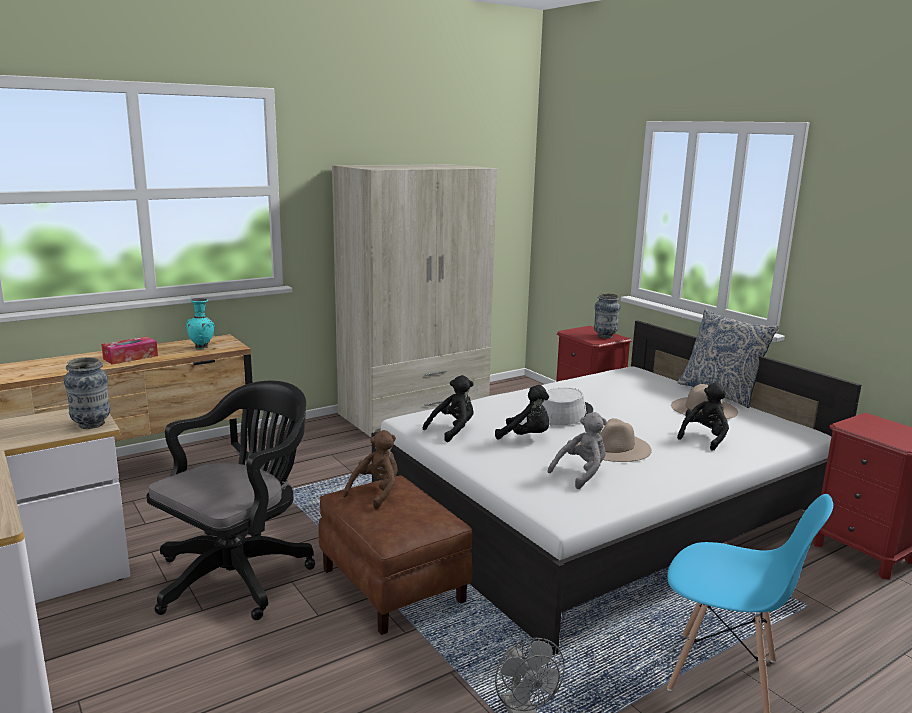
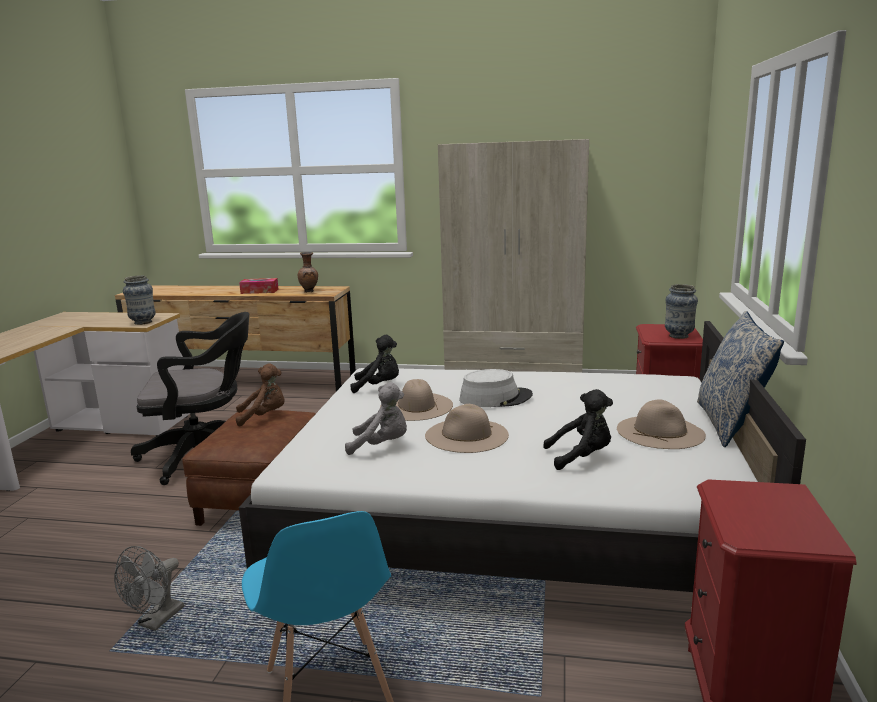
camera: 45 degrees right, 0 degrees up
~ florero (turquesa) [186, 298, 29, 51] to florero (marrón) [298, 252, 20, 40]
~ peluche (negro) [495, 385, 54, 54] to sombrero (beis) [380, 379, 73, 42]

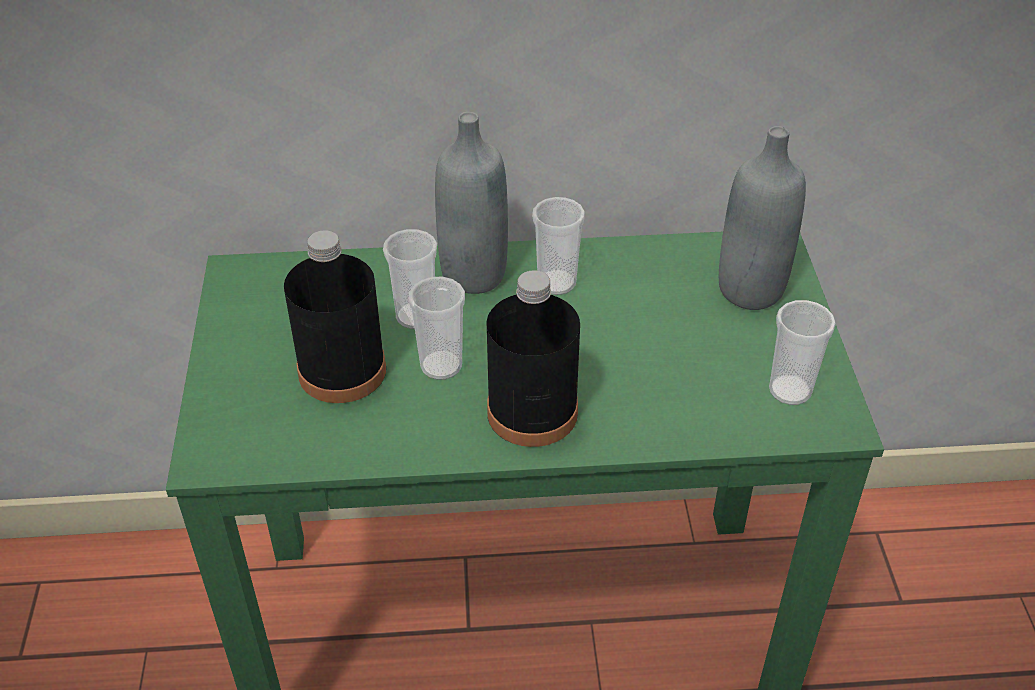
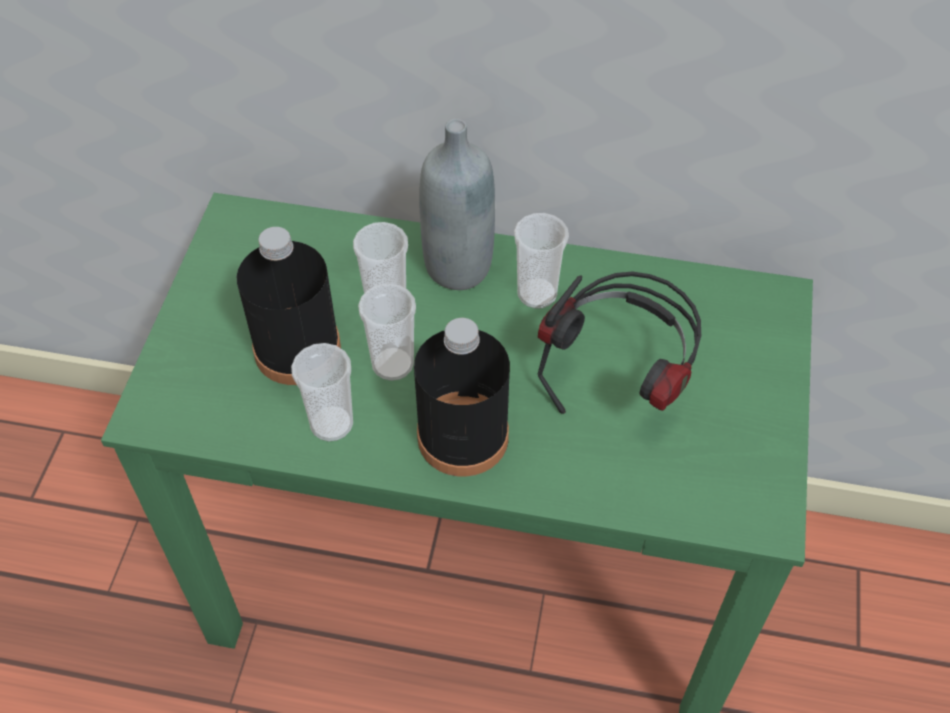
camera: 15 degrees right, 10 degrees up
- botella (gris) [719, 126, 87, 184]
~ taza [769, 300, 67, 105] to [291, 343, 62, 98]
+ auriculares [538, 272, 163, 142]

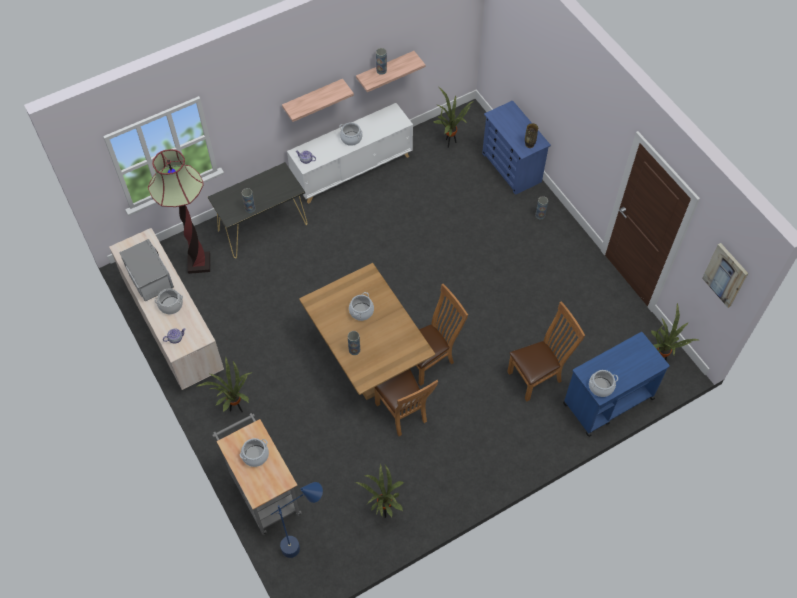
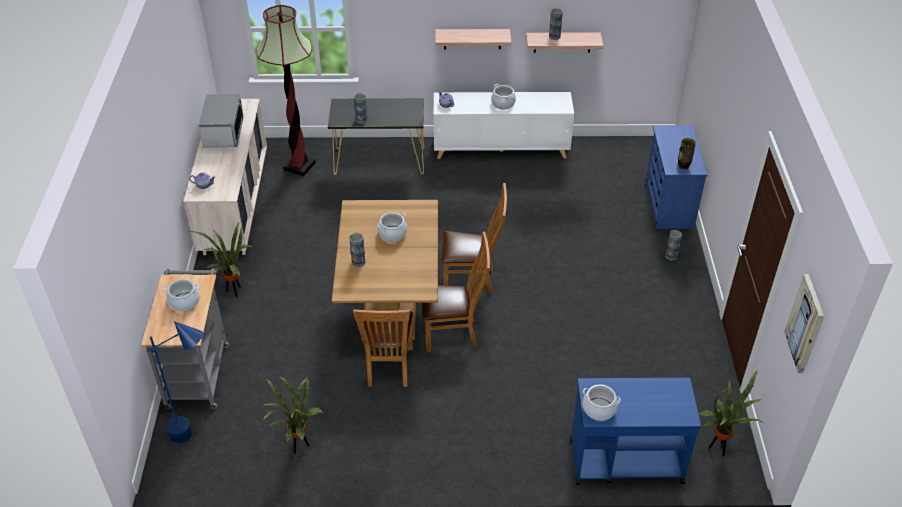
camera: 30 degrees right, 15 degrees down
- olla [154, 288, 29, 26]
- planta en maceta [433, 87, 41, 61]
~ silla (marrón) [507, 301, 78, 101] to [442, 183, 65, 111]

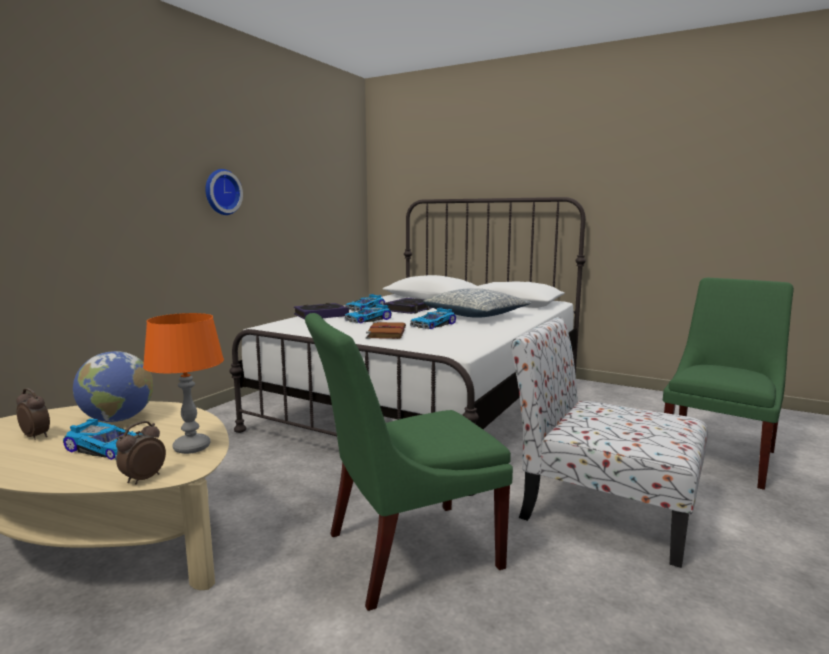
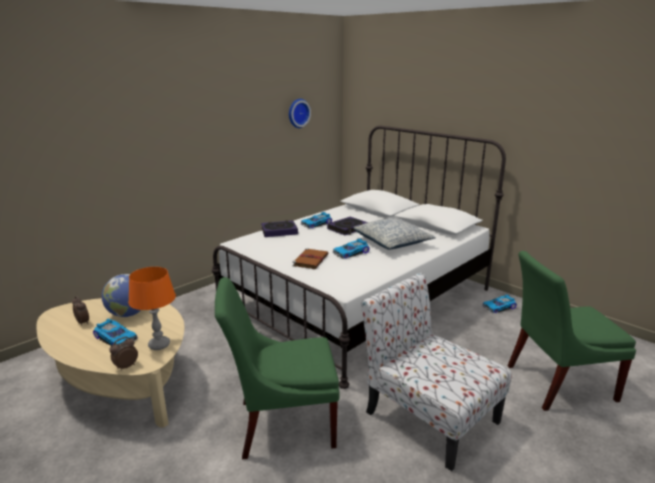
camera: 15 degrees right, 10 degrees up
~ reloj de pared [206, 169, 37, 46] to [289, 99, 22, 29]
~ coche de juguete [345, 304, 47, 19] to [482, 295, 35, 18]
~ silla (verde) [663, 278, 131, 212] = [507, 251, 129, 160] 150 degrees counterclockwise

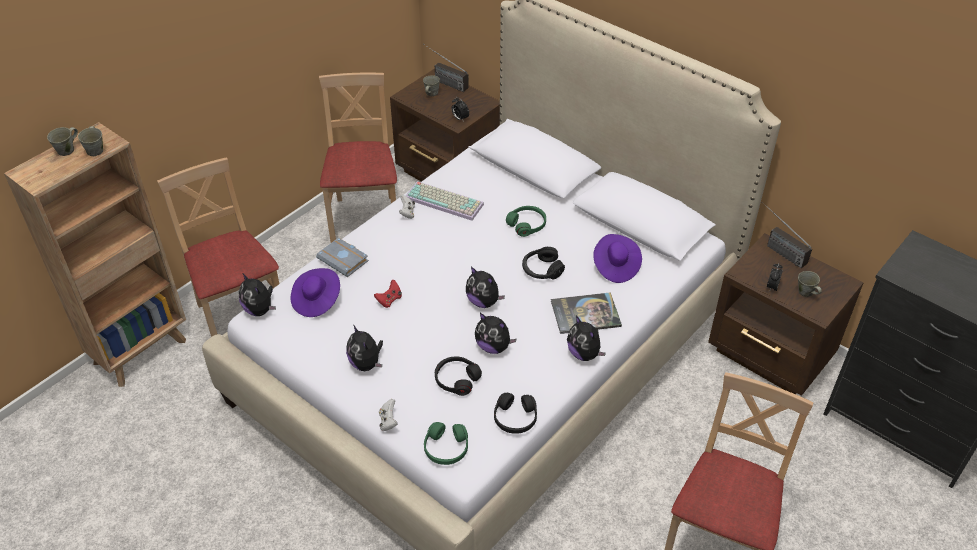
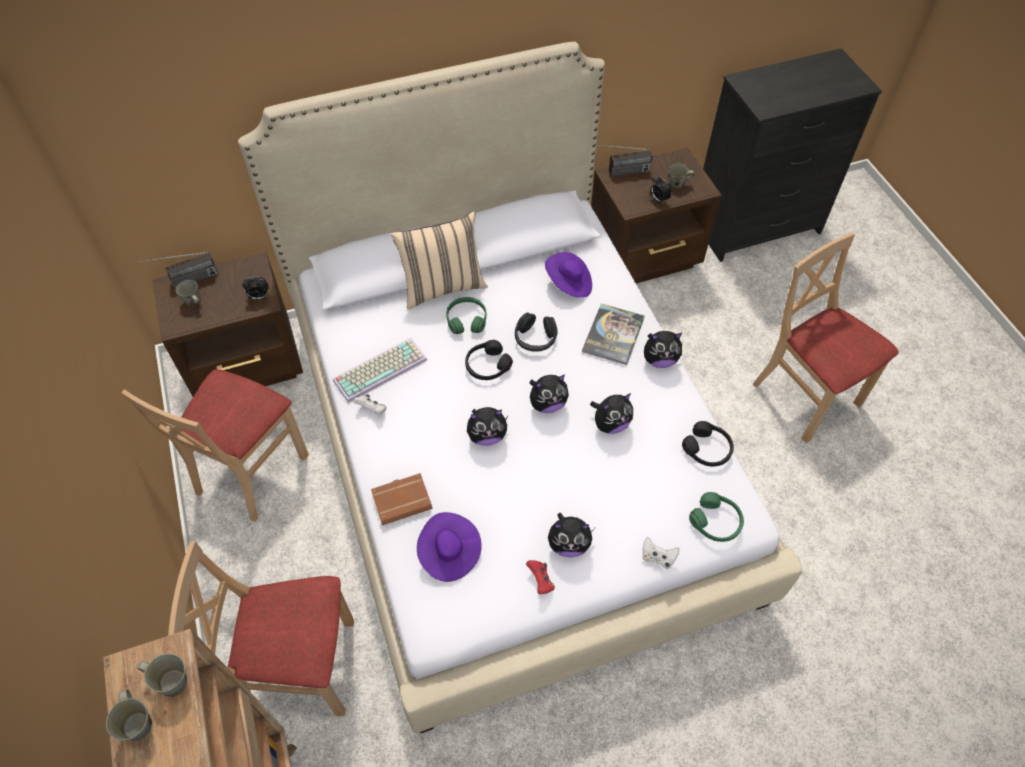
camera: 60 degrees left, 10 degrees up
~ peluche [239, 274, 37, 42] to [467, 407, 41, 39]
~ libro (gris) [316, 238, 53, 39] to libro (marrón) [371, 473, 62, 52]
~ silla (beis) [319, 73, 78, 170] = [121, 369, 188, 153] 90 degrees counterclockwise
~ mando de consola (rojo) [374, 280, 28, 28] to [526, 560, 29, 34]
~ auriculares (negro) [435, 357, 47, 39] to [465, 340, 48, 40]
+ cojín (beis) [391, 211, 97, 99]

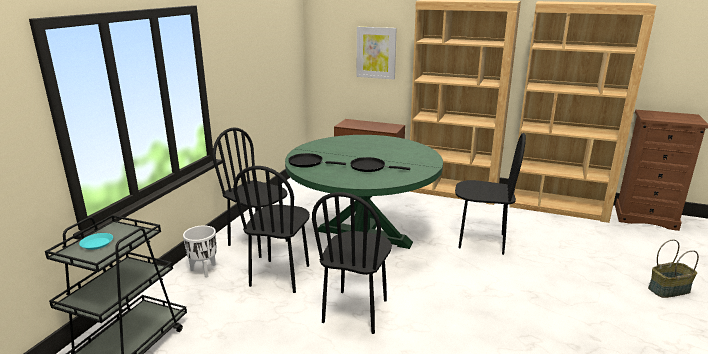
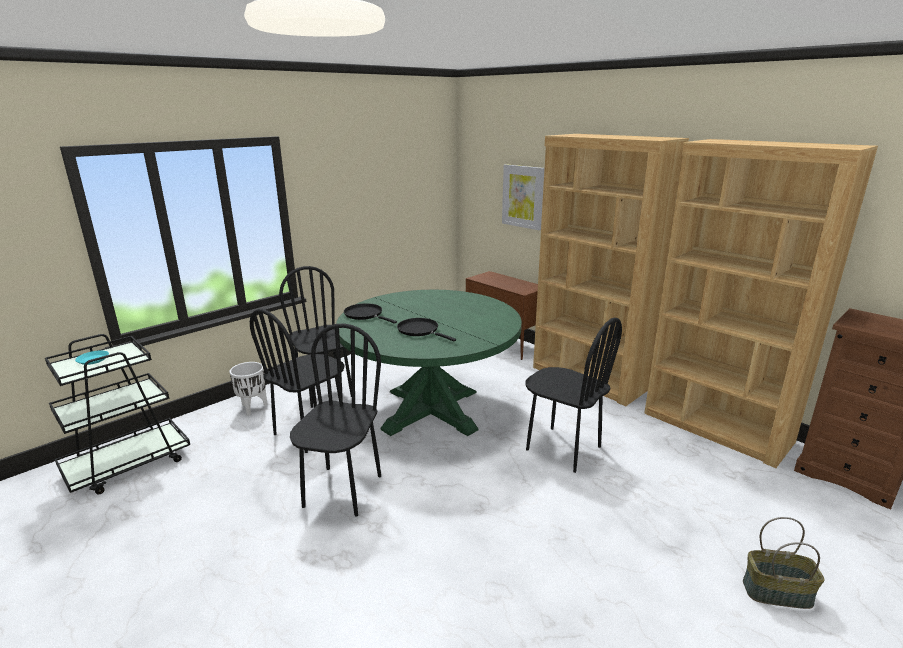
camera: 25 degrees right, 0 degrees up
~ silla (negro) [312, 192, 80, 142] = [290, 324, 91, 193] 150 degrees clockwise

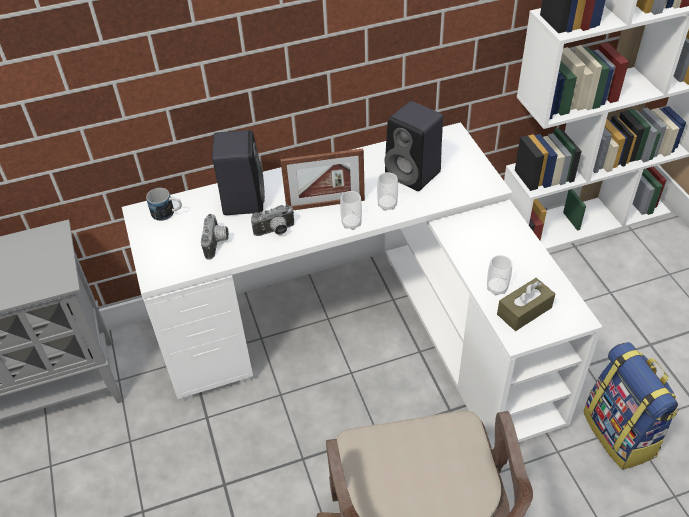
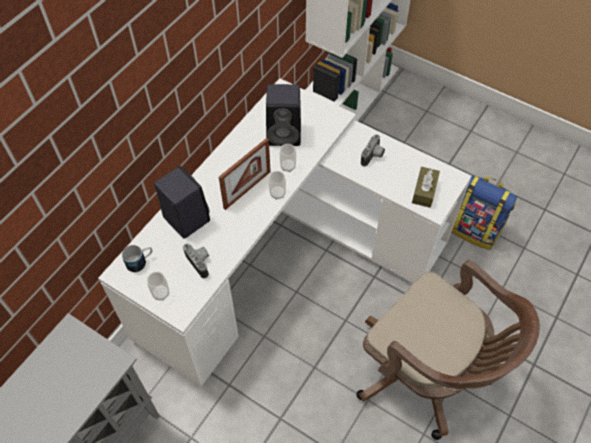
camera: 40 degrees left, 10 degrees up
~ cámara [251, 205, 43, 31] to [361, 135, 24, 31]
~ taza [487, 255, 25, 40] to [147, 272, 22, 29]

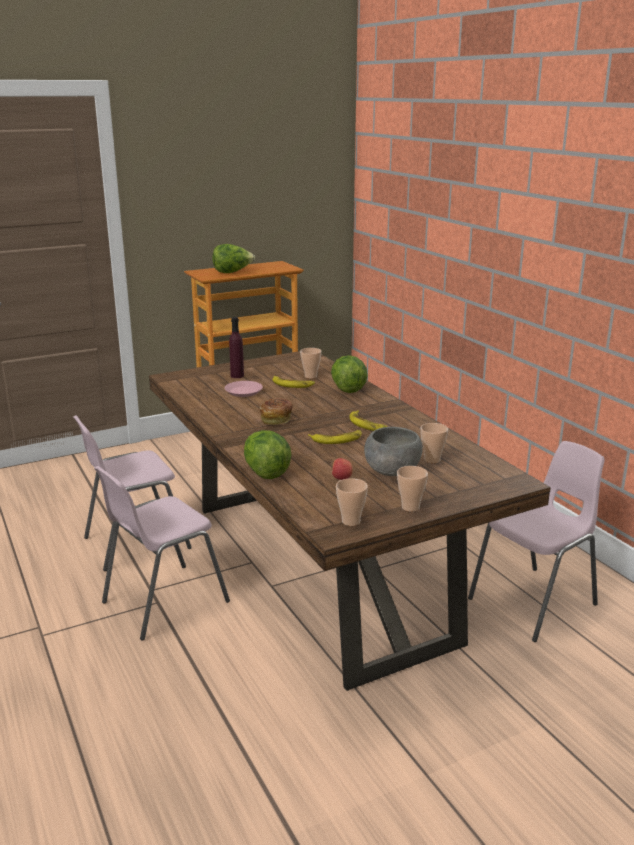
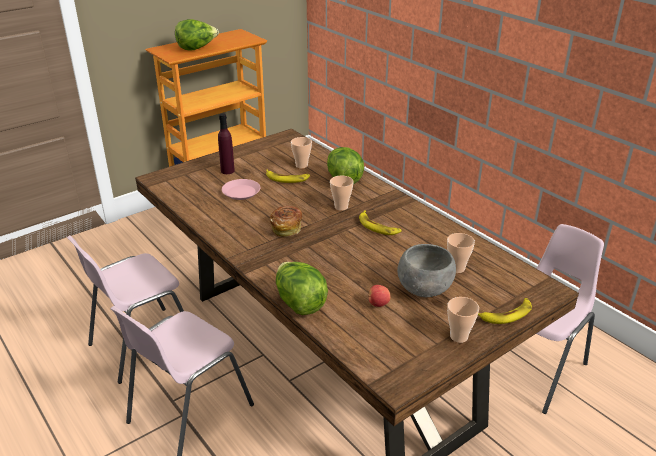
camera: 10 degrees left, 10 degrees up
~ plátano [308, 430, 54, 14] to [478, 298, 54, 26]
~ taza [336, 478, 32, 48] to [330, 175, 24, 36]

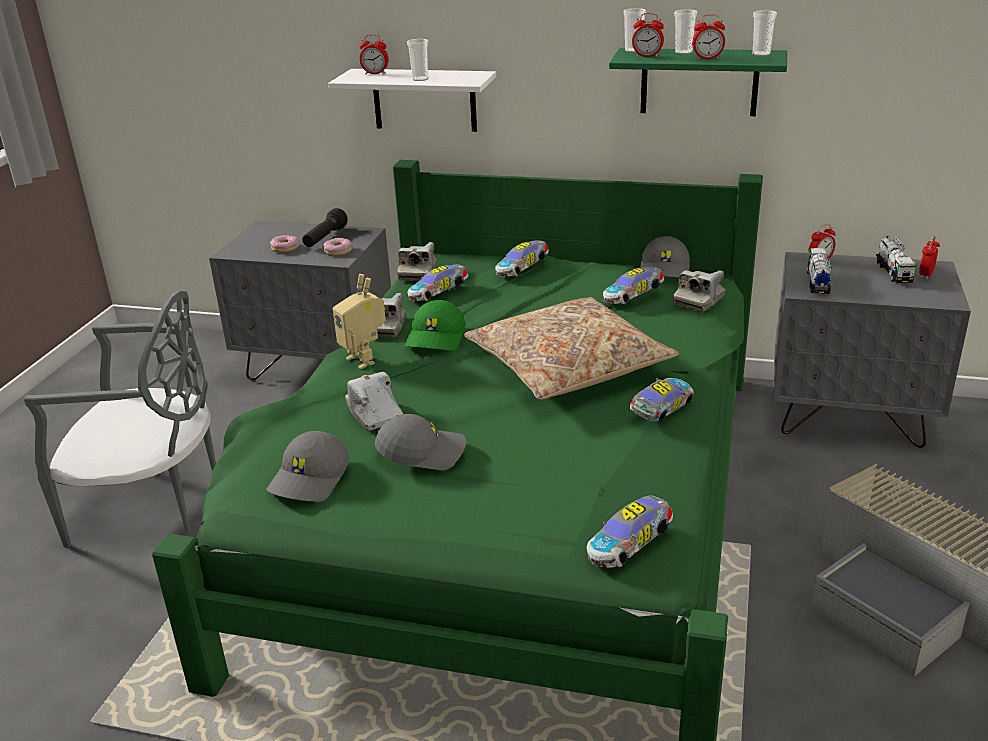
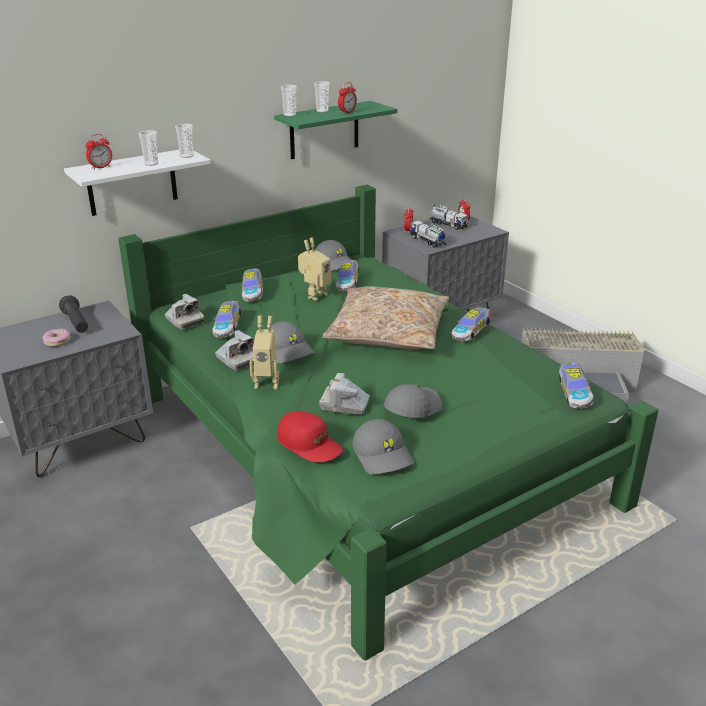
camera: 50 degrees left, 0 degrees up
- silla (gris) [24, 291, 192, 256]
- rosquilla [323, 238, 29, 18]
~ gorra (verde) [405, 300, 60, 51] to gorra (gris) [270, 321, 45, 42]
~ coche de juguete [629, 378, 65, 43] = [451, 307, 41, 34] 135 degrees counterclockwise
- despertador [632, 13, 32, 44]
- cámara [673, 270, 52, 42]
~ taza [752, 10, 25, 46] to [175, 124, 19, 34]
+ gorra (rojo) [277, 411, 66, 51]
+ robot de juguete [298, 237, 33, 64]

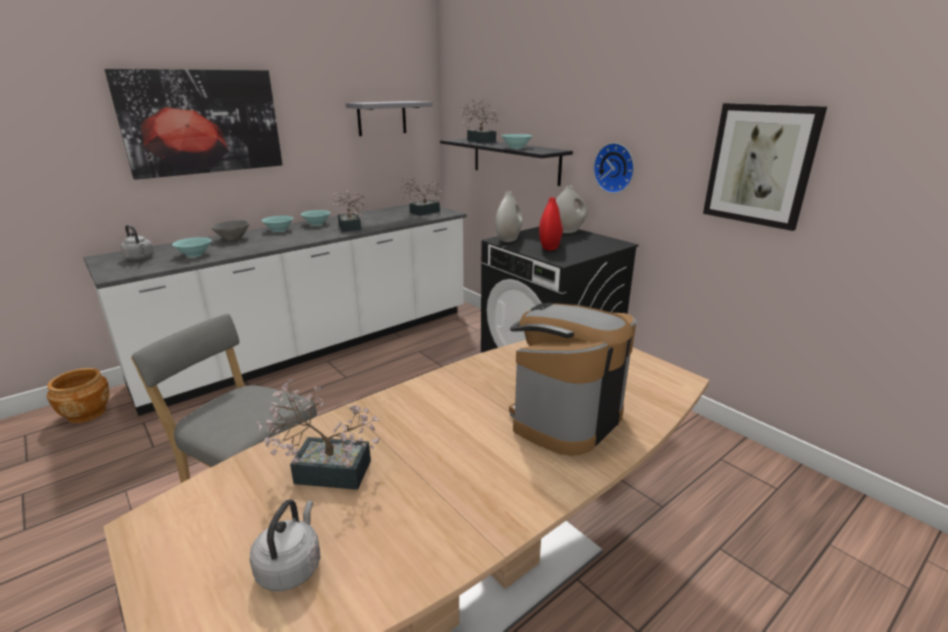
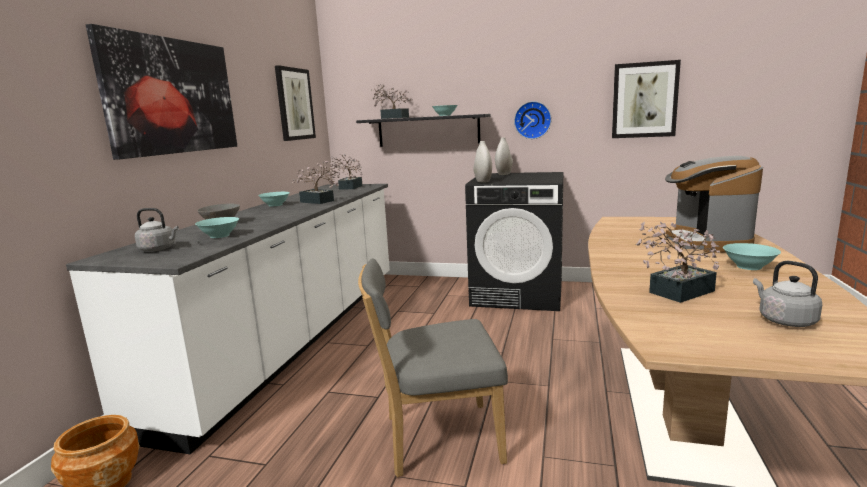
camera: 35 degrees left, 10 degrees down
~ cuenco (turquesa) [262, 216, 31, 16] to [723, 243, 58, 27]
~ estante (gris) [346, 101, 87, 35] to cuadro [275, 65, 41, 76]
- florero (rojo) [539, 197, 24, 53]

